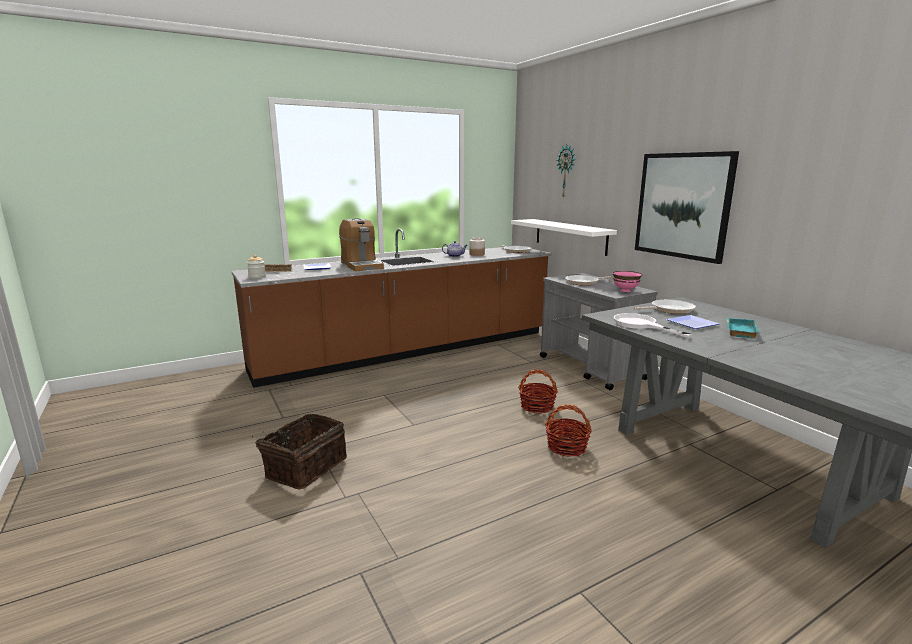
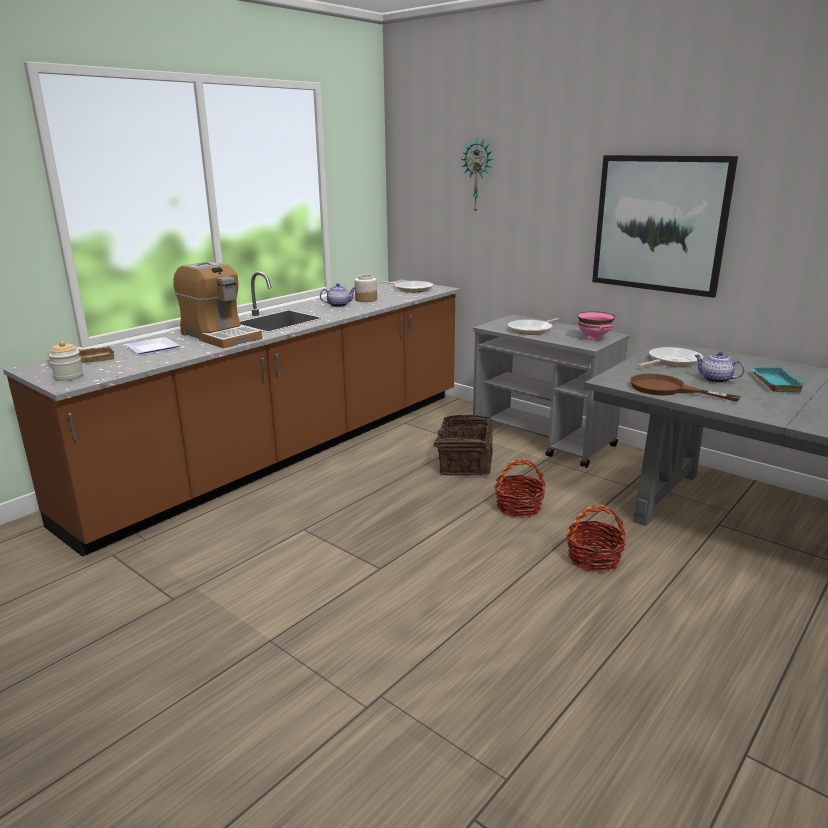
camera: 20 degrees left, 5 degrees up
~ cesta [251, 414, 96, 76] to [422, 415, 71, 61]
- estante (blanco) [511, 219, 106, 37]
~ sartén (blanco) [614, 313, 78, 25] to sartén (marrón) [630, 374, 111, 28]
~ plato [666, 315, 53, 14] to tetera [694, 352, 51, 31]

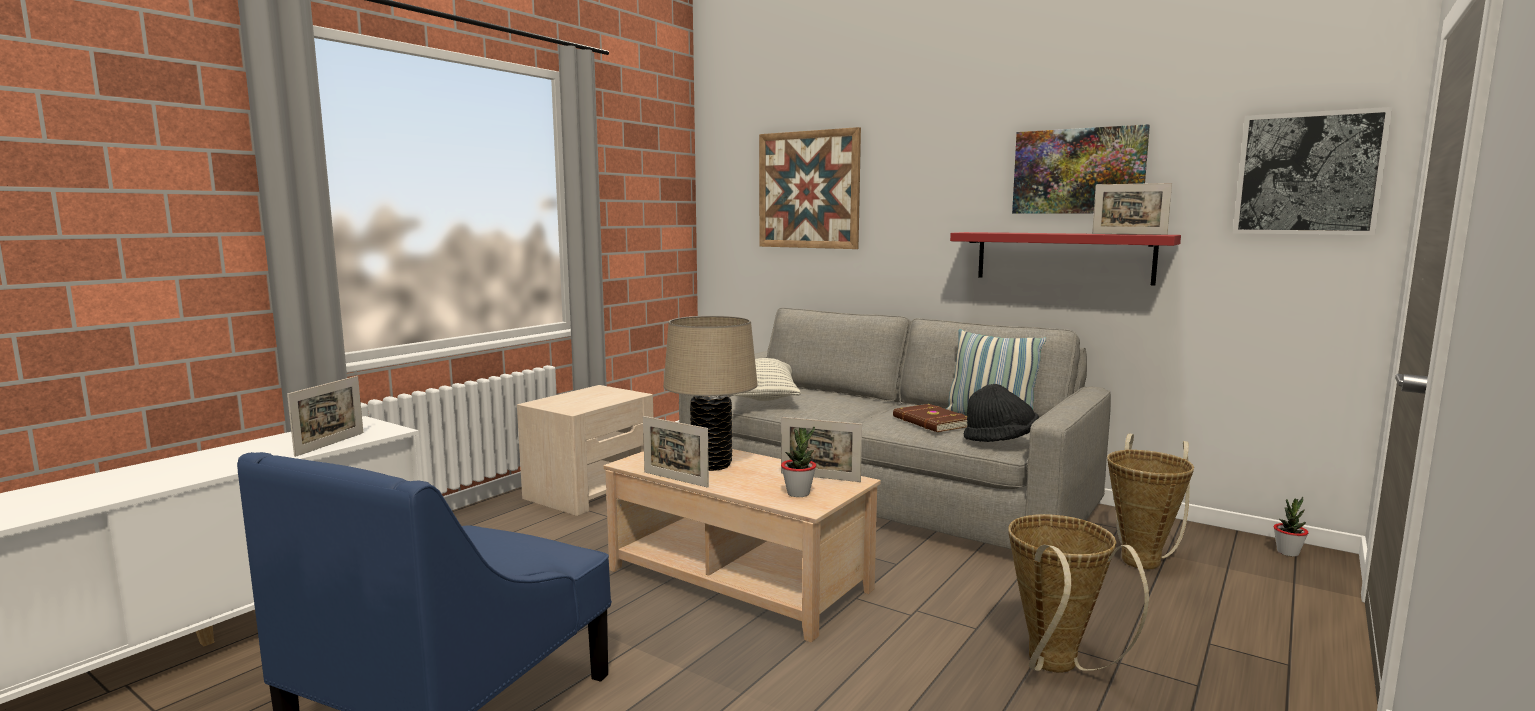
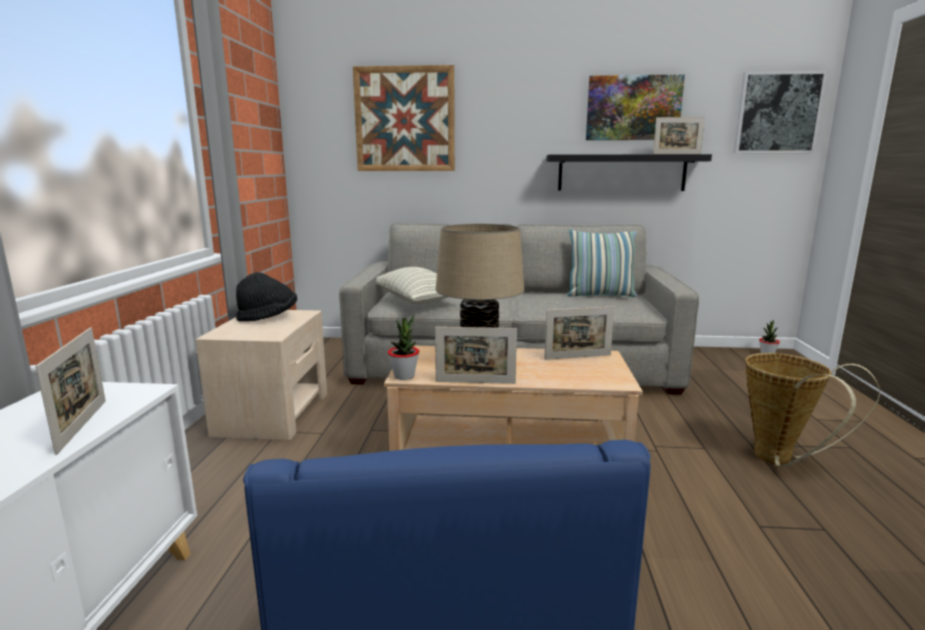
camera: 30 degrees left, 5 degrees up
~ planta en maceta [781, 427, 35, 70] to [388, 316, 31, 64]
- libro (marrón) [893, 404, 75, 28]
~ estante (rojo) [950, 232, 231, 53] to estante (negro) [546, 154, 166, 37]
~ sombrero (negro) [964, 384, 75, 58] to [236, 272, 61, 49]
- cesta [1107, 434, 87, 135]

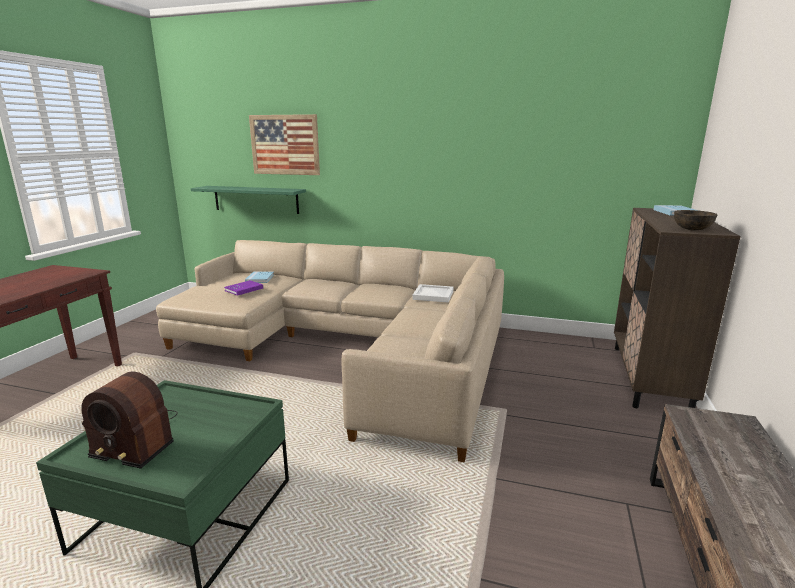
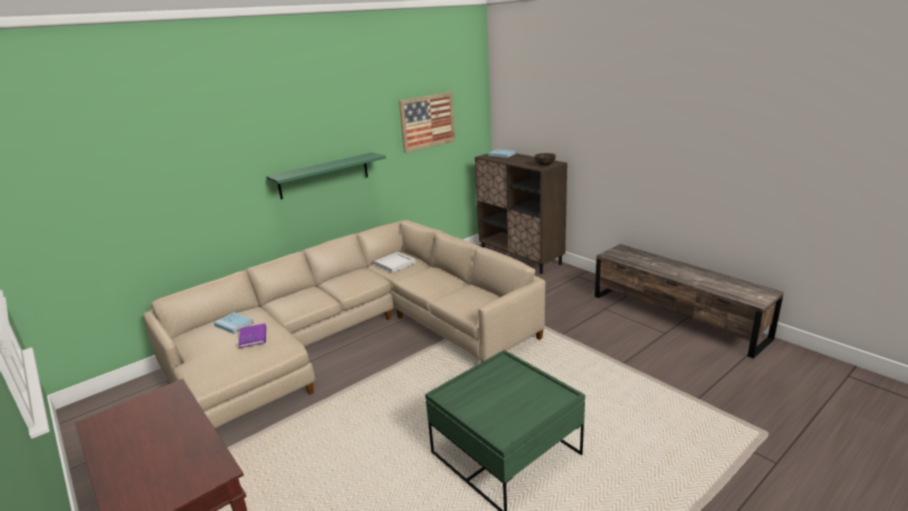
camera: 55 degrees left, 5 degrees up
- radio [81, 372, 97, 97]
~ estante (verde) [191, 186, 115, 28] to [266, 152, 120, 47]
~ cuadro [249, 114, 71, 61] to [399, 92, 56, 61]

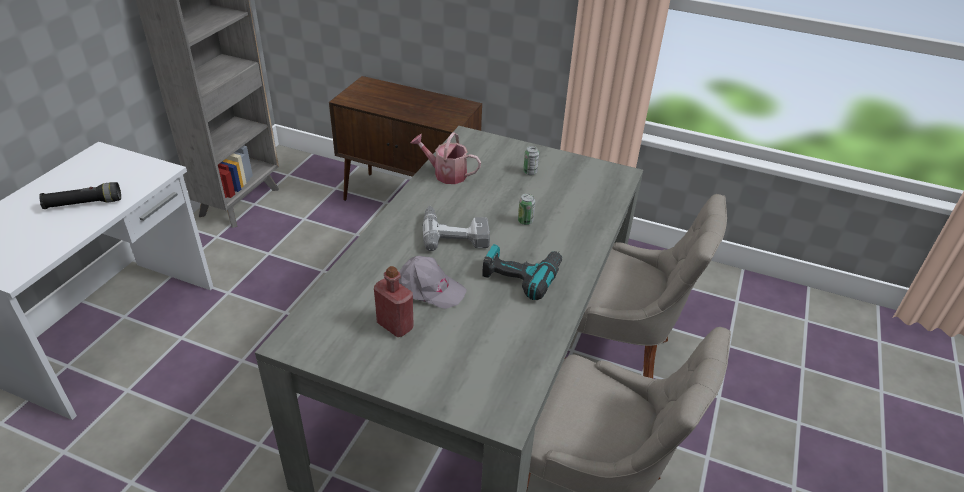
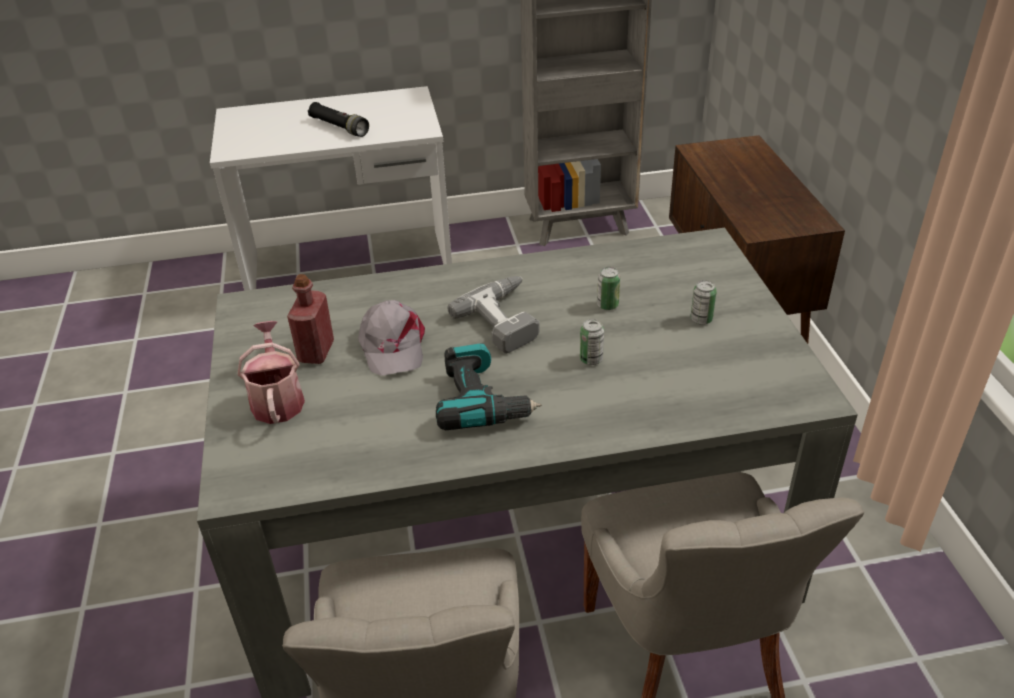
camera: 60 degrees right, 0 degrees up
~ regadera [410, 132, 71, 52] to [238, 321, 67, 103]
+ lata [597, 267, 23, 43]

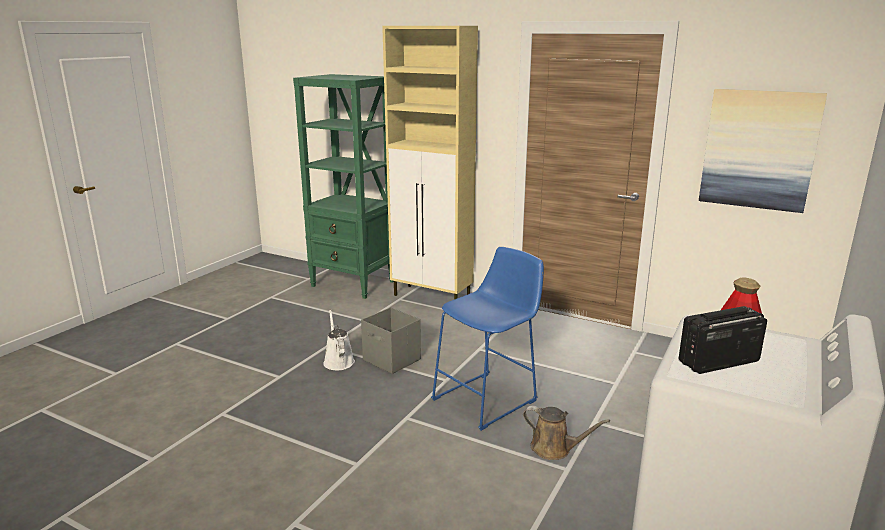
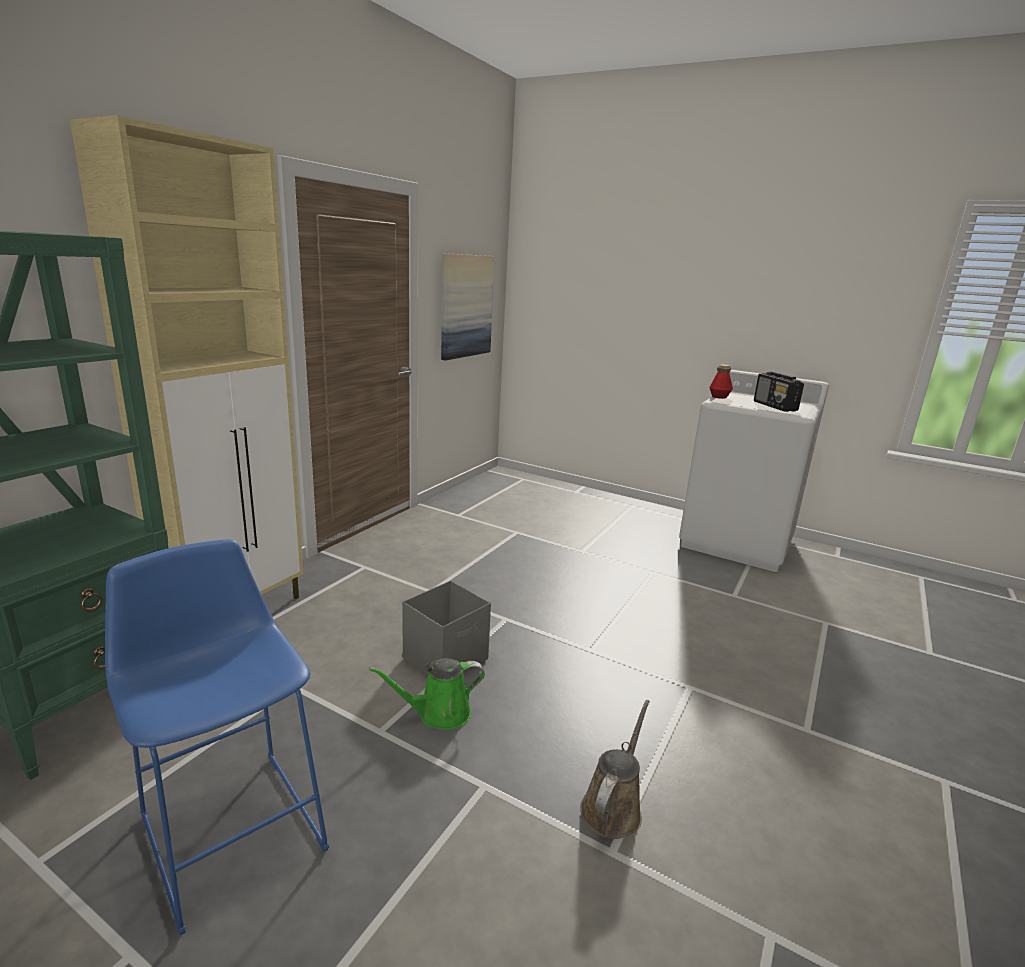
camera: 90 degrees left, 0 degrees up
~ regadera (blanco) [323, 309, 32, 61] to regadera (verde) [369, 658, 116, 72]
~ taburete (azul) [431, 247, 113, 184] to [105, 539, 224, 396]
~ regadera (marrón) [523, 406, 87, 54] to [580, 700, 70, 139]

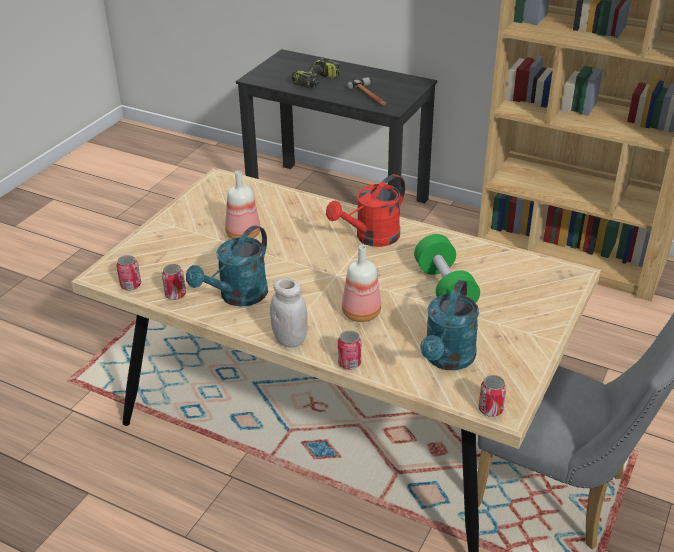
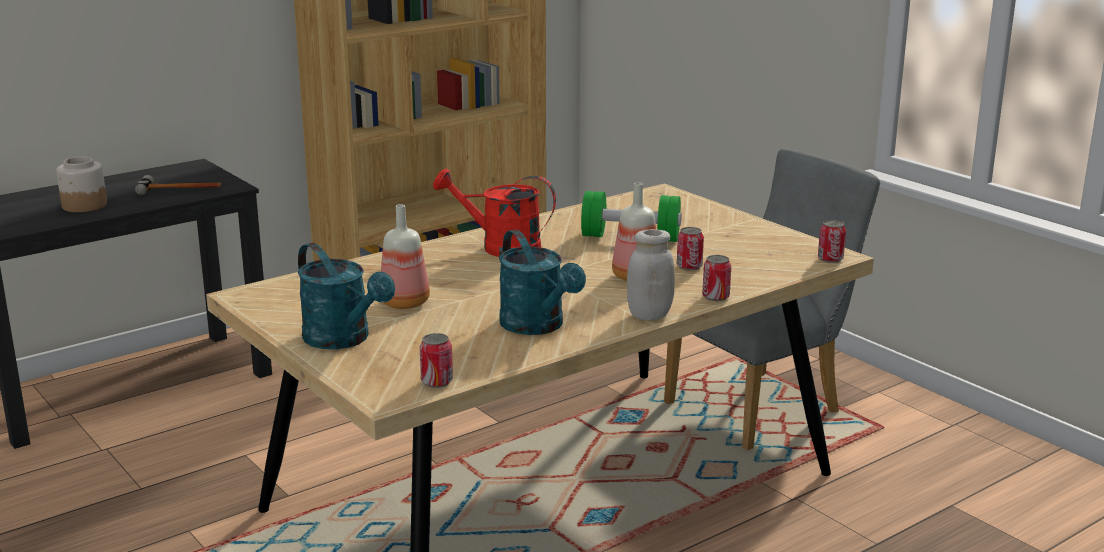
camera: 65 degrees left, 15 degrees down
~ lata [162, 264, 24, 36] to [677, 227, 27, 44]
~ taladro [292, 57, 48, 31] to tarro [56, 157, 51, 55]
~ regadera (rojo) [326, 174, 79, 73] = [433, 169, 123, 88] 120 degrees clockwise
~ regadera (turquesa) [420, 280, 59, 90] to [298, 243, 97, 106]

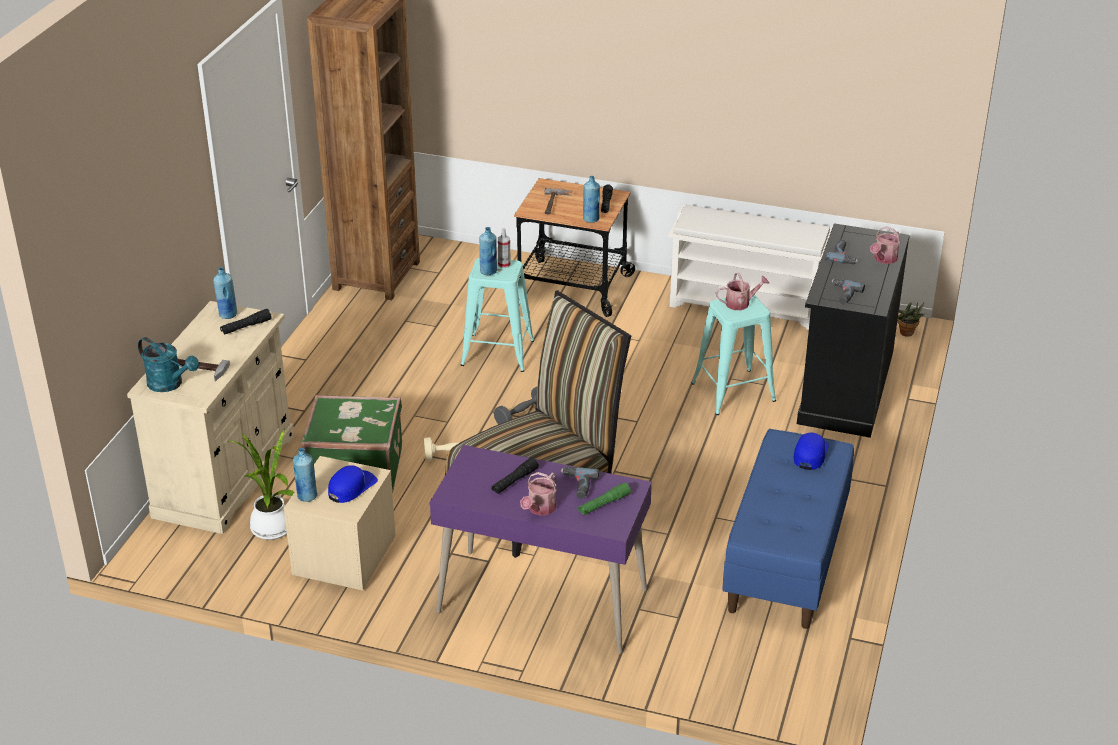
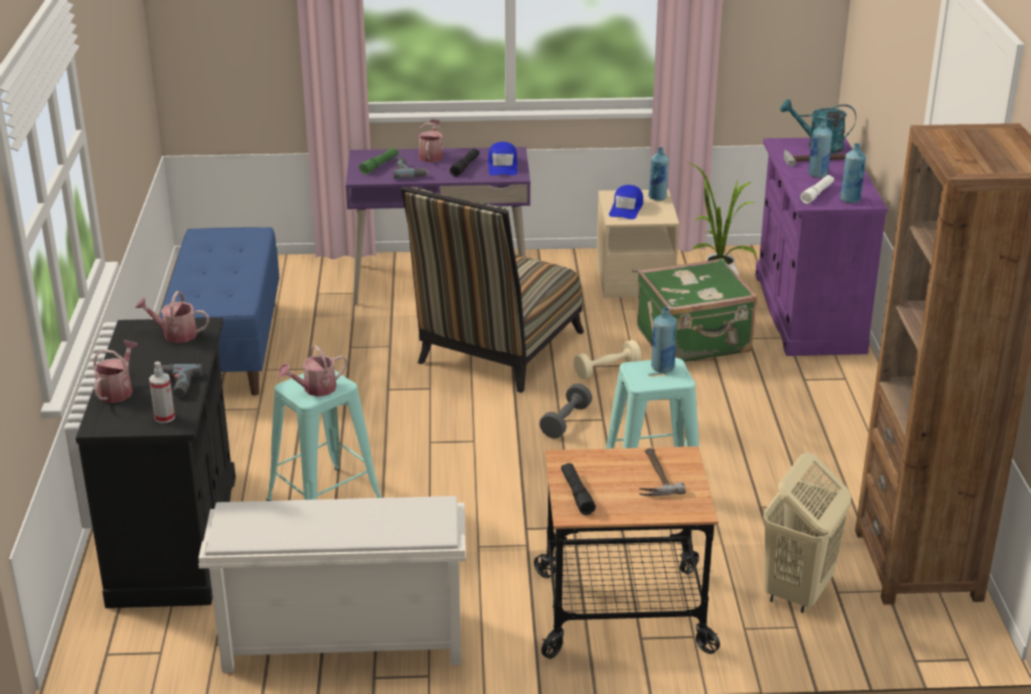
camera: 160 degrees right, 5 degrees down
~ armario (beis) [127, 301, 168, 233] to armario (morado) [755, 137, 133, 219]
~ linterna (negro) [220, 309, 52, 26] to linterna (blanco) [800, 175, 34, 29]
~ pulverizador [497, 228, 14, 40] to [149, 361, 26, 62]
~ botella (azul) [583, 176, 17, 47] to [808, 120, 25, 58]
~ gorra (azul) [793, 433, 36, 37] to [488, 142, 30, 34]
~ taladro [832, 278, 33, 26] to regadera [135, 291, 74, 52]
- planta en maceta [898, 302, 27, 35]
+ cesto de la ropa (beis) [763, 452, 88, 161]

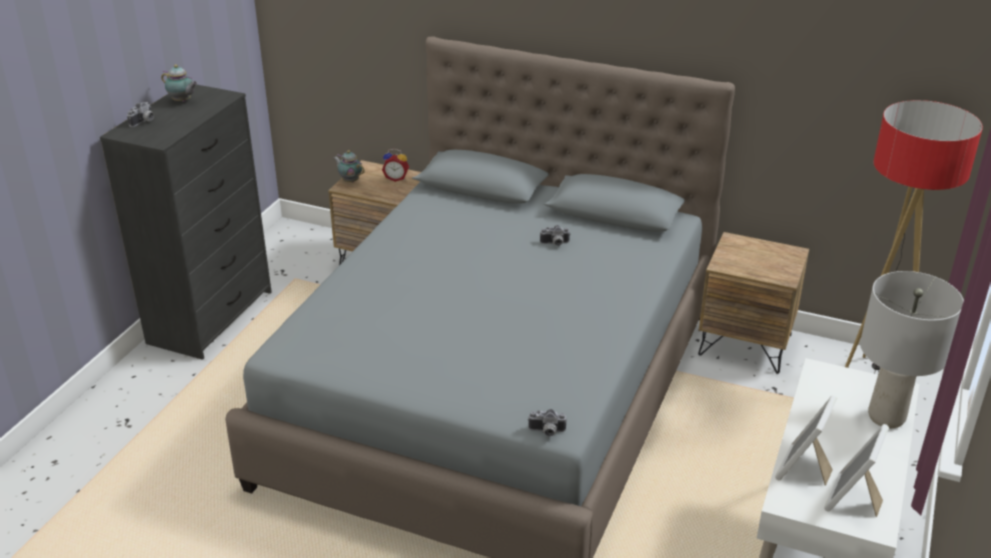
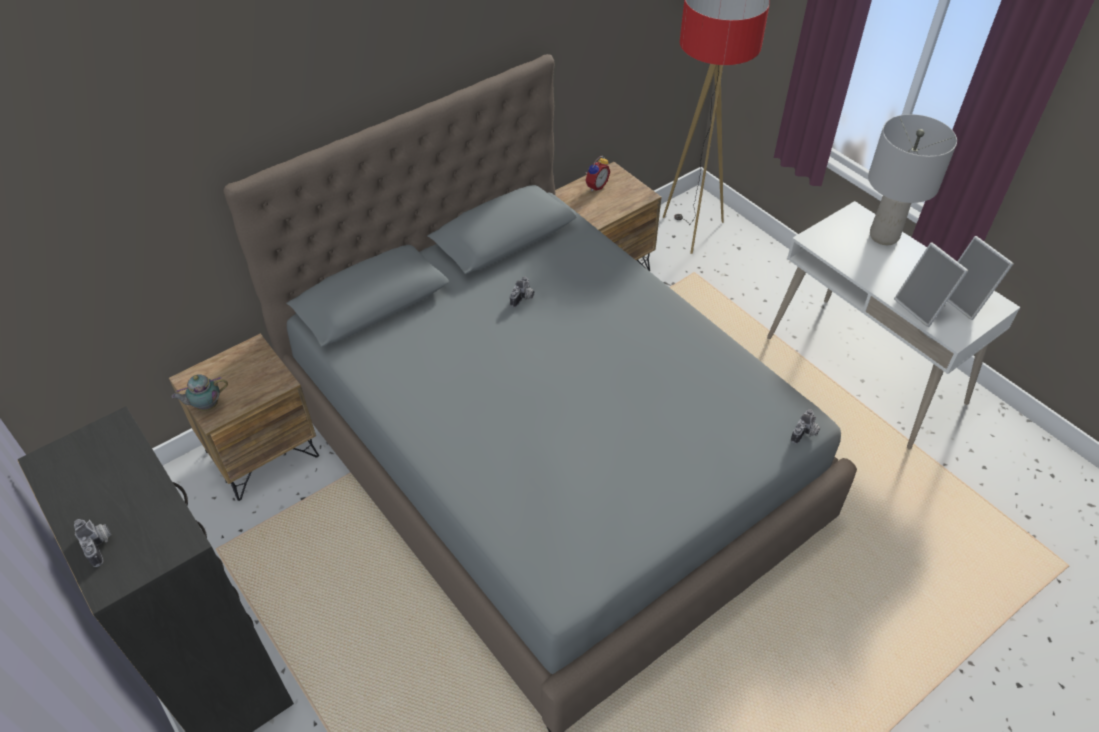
camera: 60 degrees left, 15 degrees up
- tetera [161, 64, 37, 38]
~ despertador [382, 149, 27, 33] to [585, 156, 25, 35]

